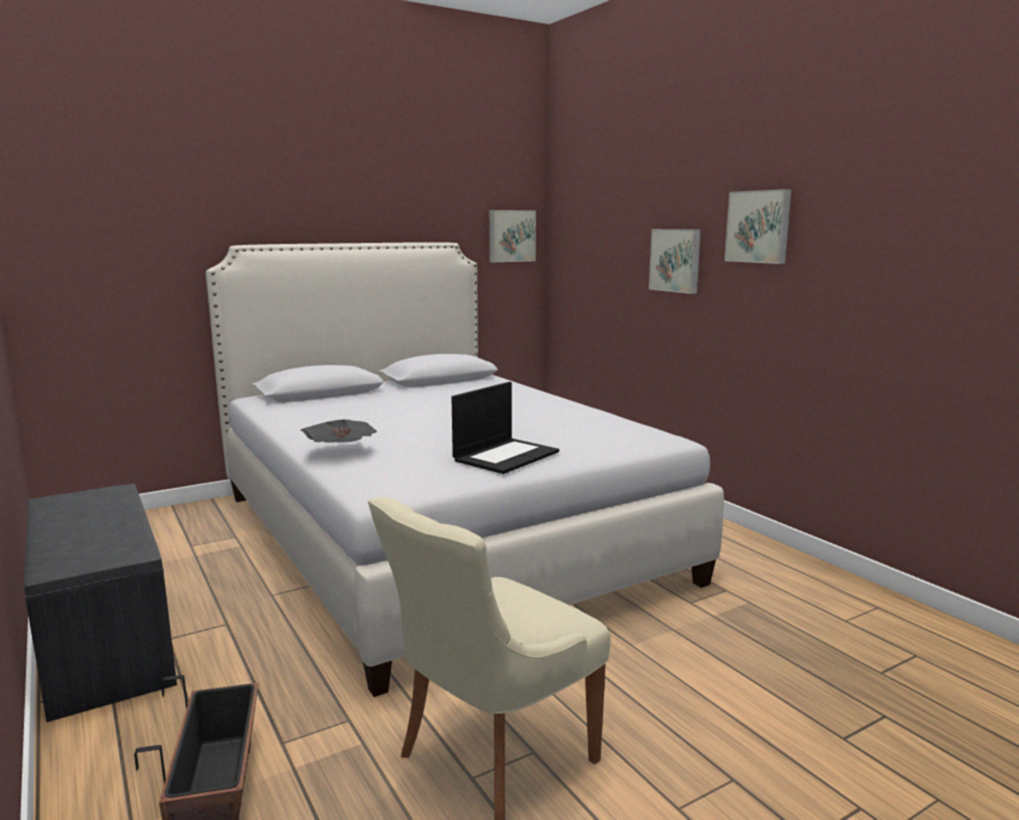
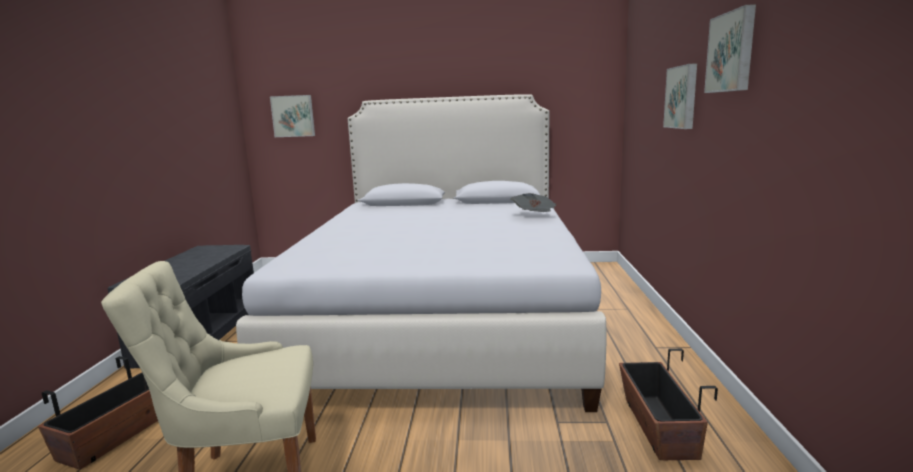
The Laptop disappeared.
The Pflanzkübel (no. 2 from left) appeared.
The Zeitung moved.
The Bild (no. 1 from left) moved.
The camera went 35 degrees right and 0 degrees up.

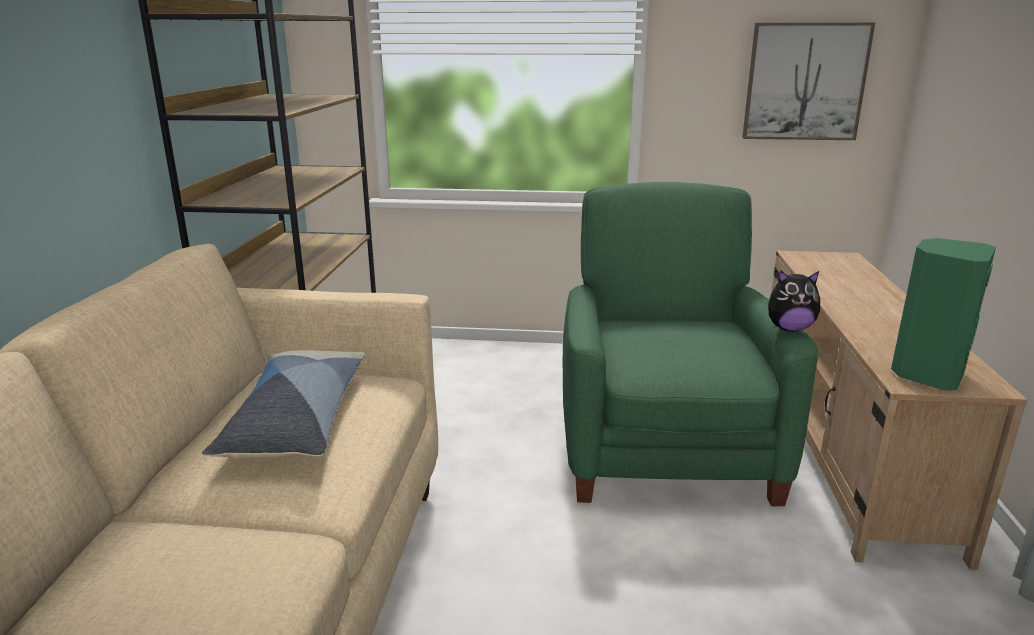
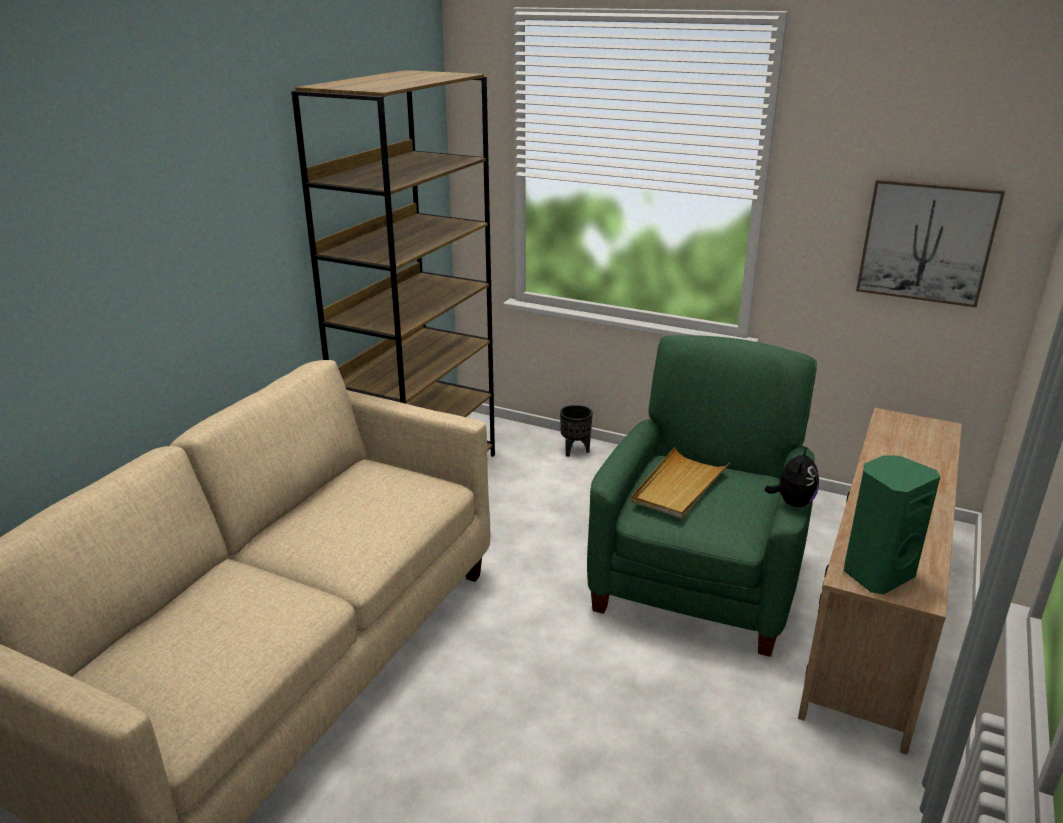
The Kissen disappeared.
The Pflanzkübel/schwarz appeared.
The Tablett/beige appeared.
The Plüschtier turned 90 degrees counterclockwise.
The camera went 20 degrees right and 5 degrees up.

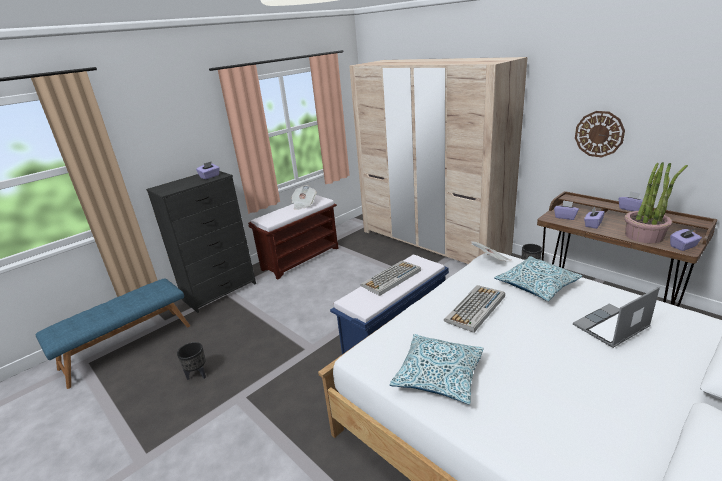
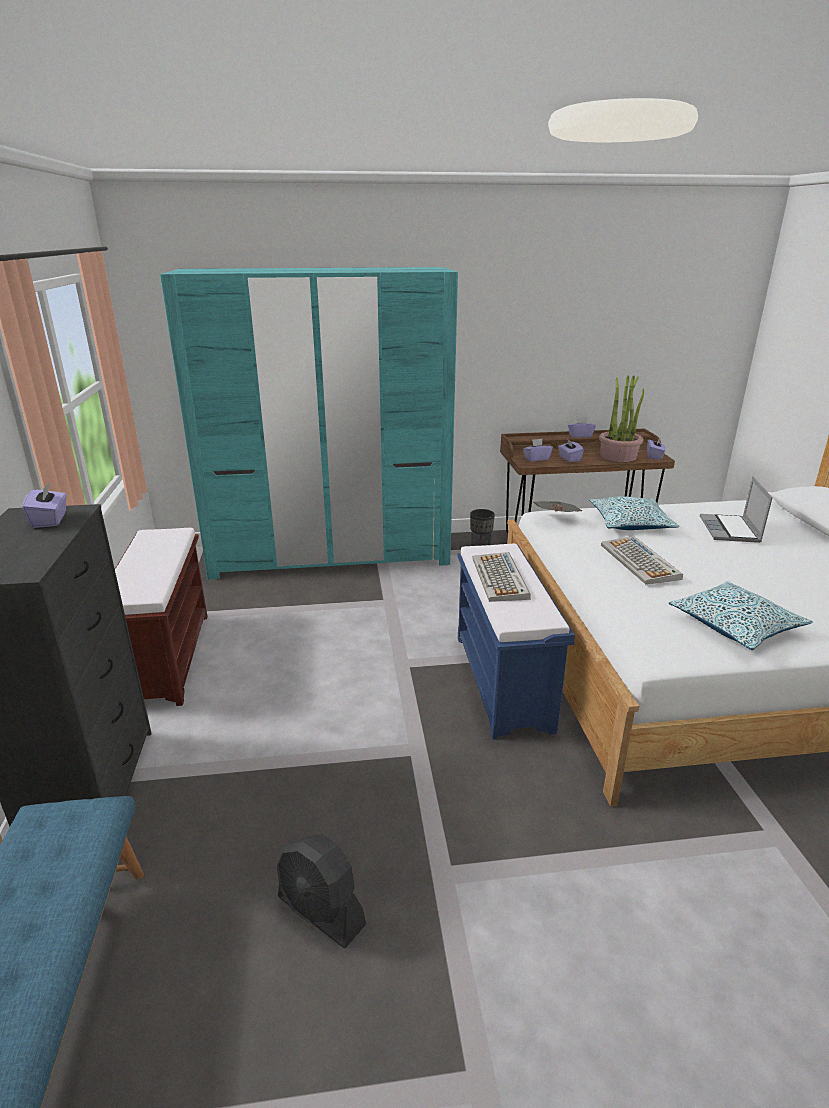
The Zeitung (no. 1 from left) disappeared.
The Wanduhr disappeared.
The Pflanzkübel/schwarz (no. 1 from left) was replaced by the Ventilator/schwarz.
The Kleiderschrank/beige became the Kleiderschrank/türkis.
The camera went 55 degrees left and 0 degrees up.

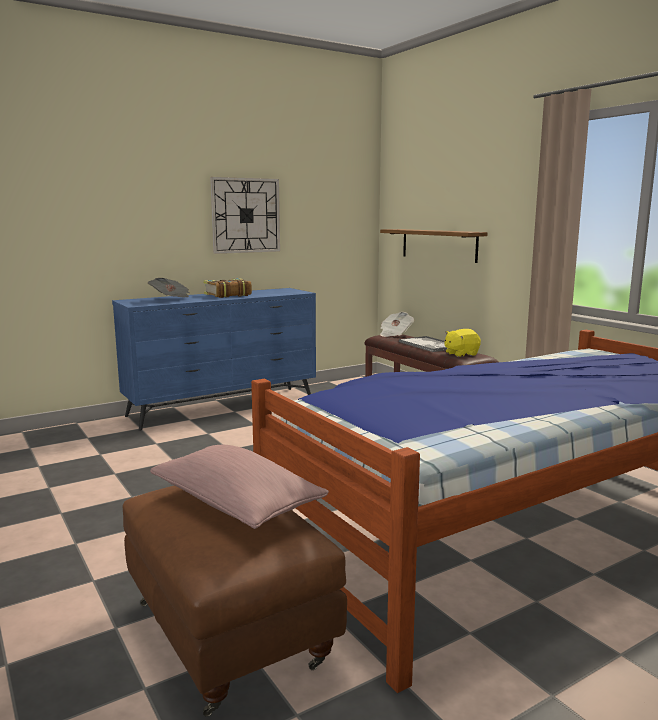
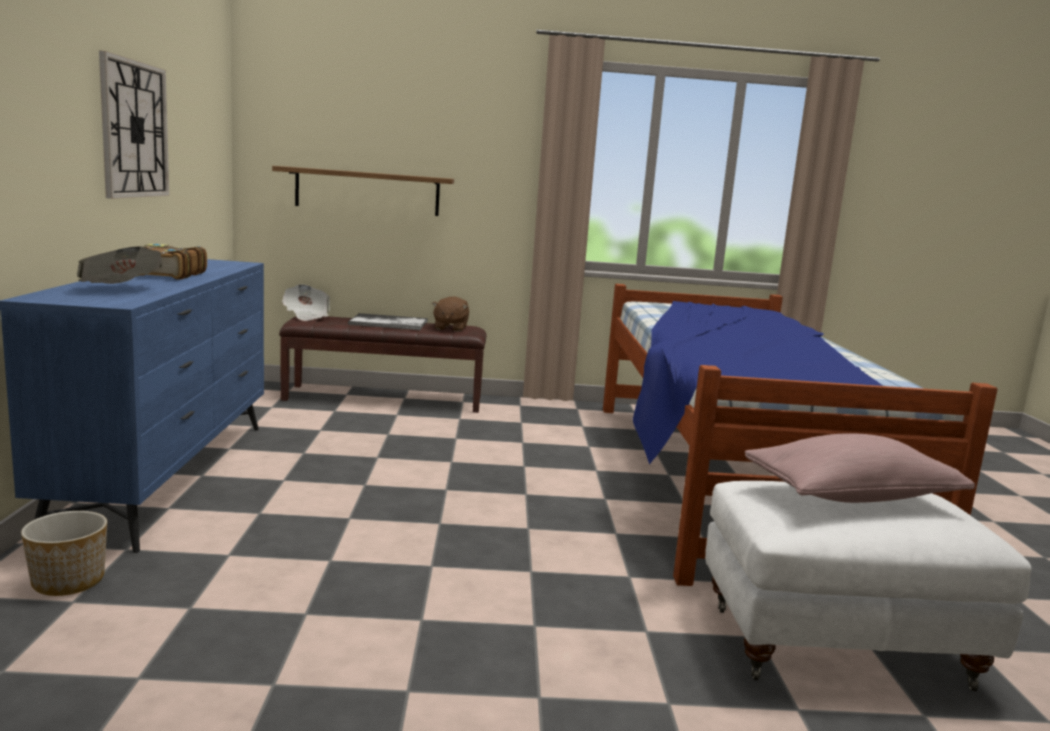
The Pflanzkübel appeared.
The Polsterhocker/braun became the Polsterhocker/weiß.
The Plüschtier/gelb became the Plüschtier/braun.
The camera went 60 degrees left and 0 degrees up.

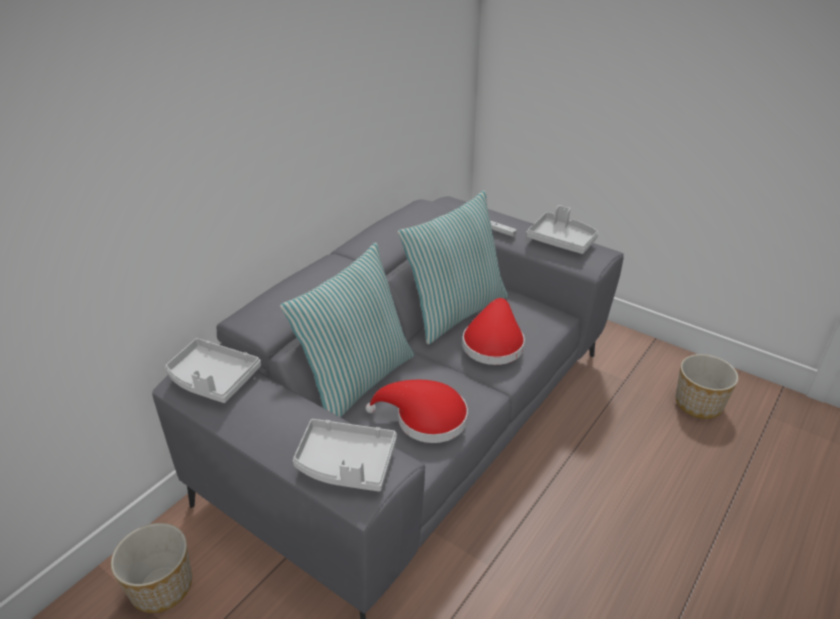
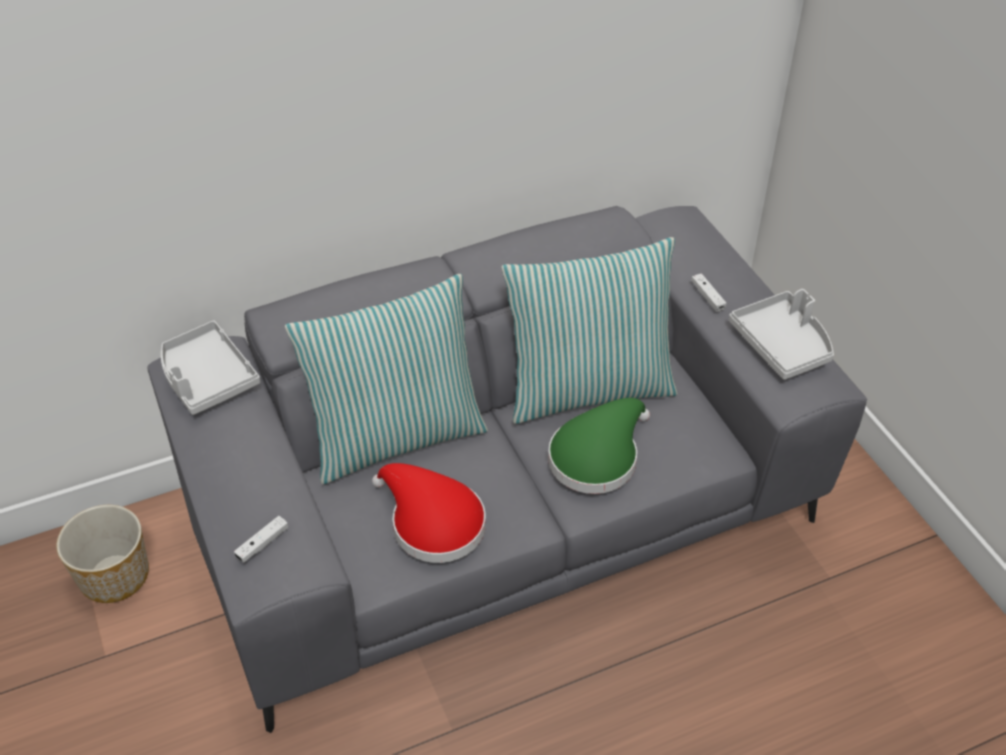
The Pflanzkübel (no. 2 from left) disappeared.
The Tablett/grau (no. 2 from left) was replaced by the Gamepad/weiß (no. 1 from left).
The Hut/rot (no. 2 from left) became the Hut/grün.
The camera went 30 degrees right and 10 degrees up.

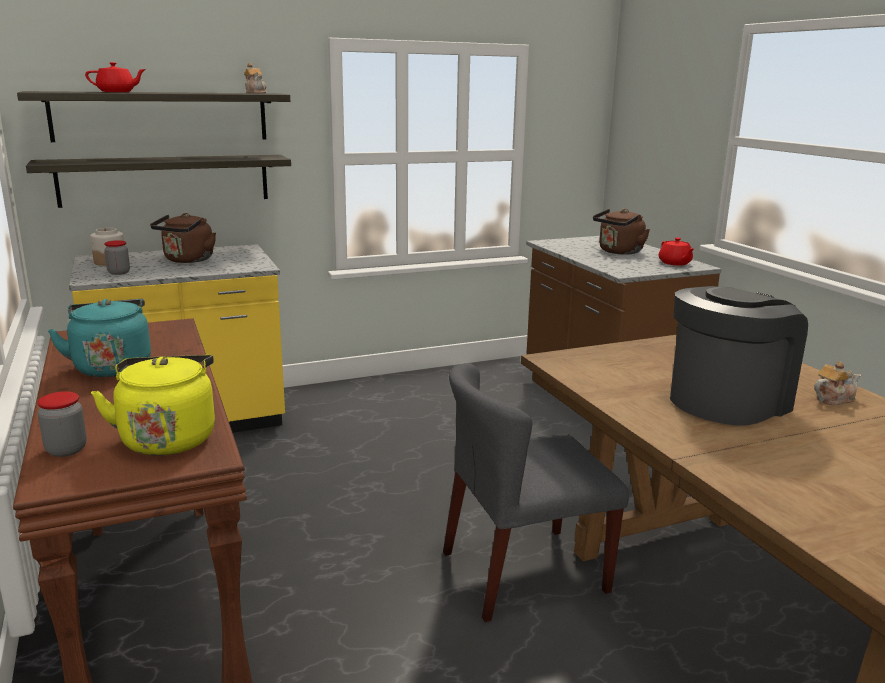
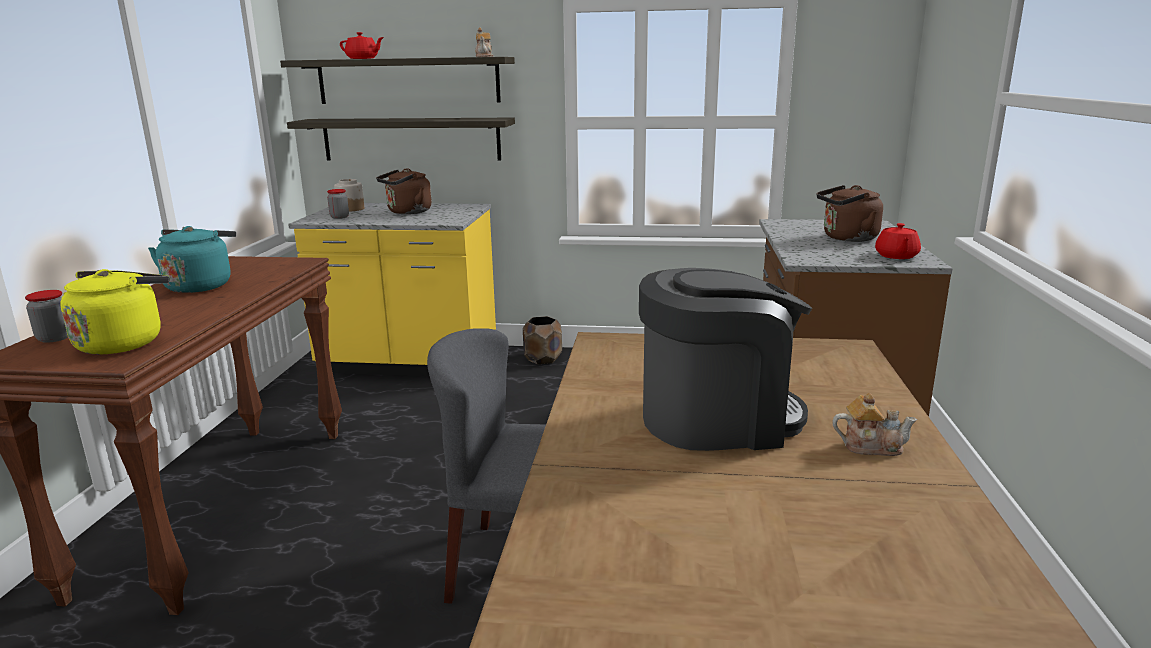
The Pflanzkübel/braun appeared.
The camera went 30 degrees right and 0 degrees up.

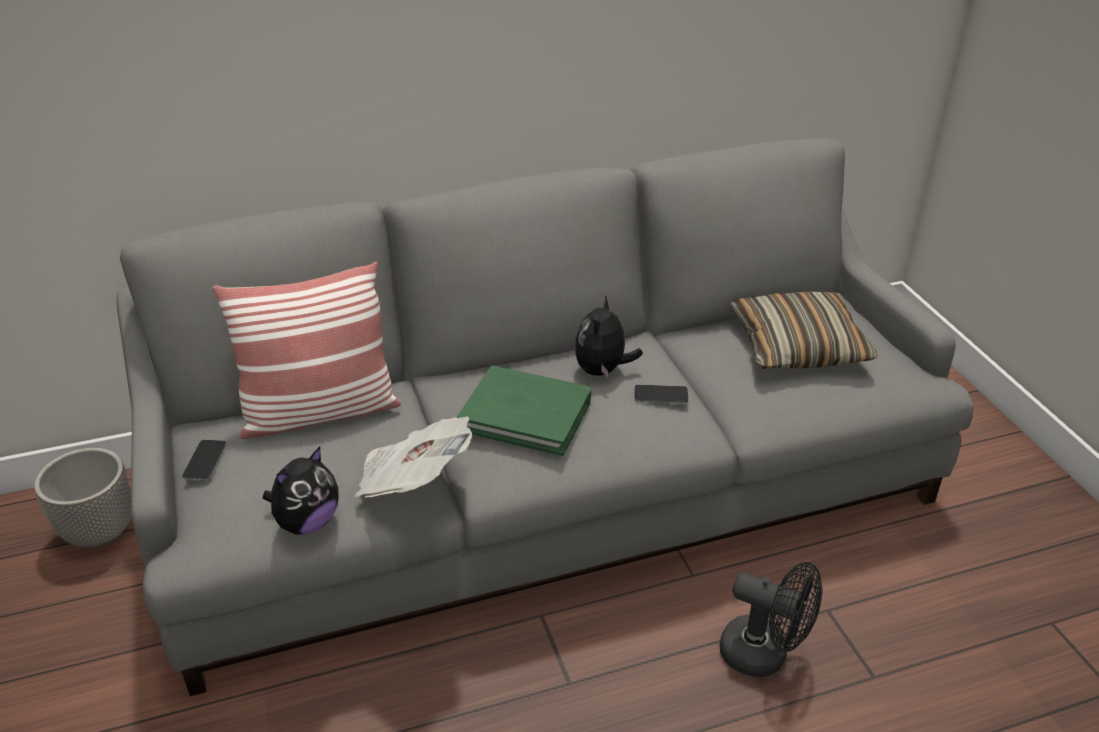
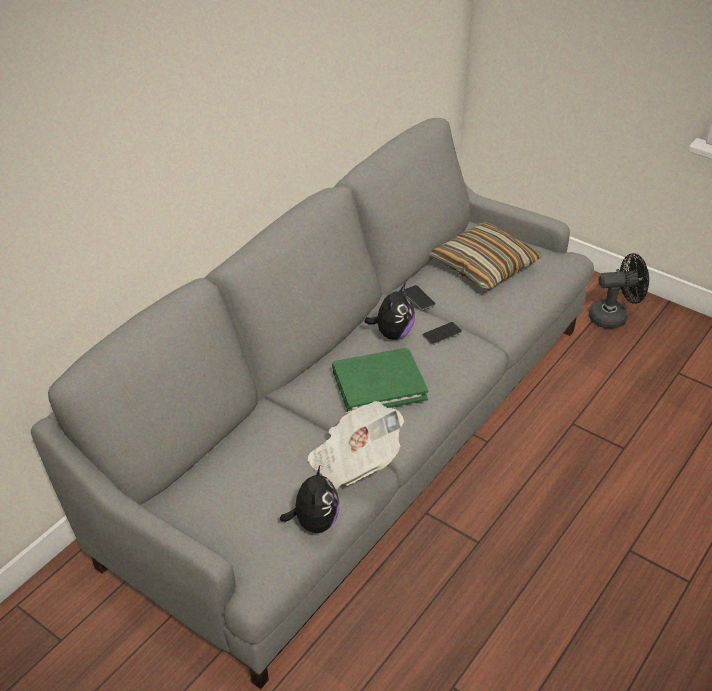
The Pflanzkübel disappeared.
The Kissen (no. 1 from left) disappeared.
The Handy (no. 1 from left) moved.
The Ventilator/schwarz moved.
The Plüschtier (no. 2 from left) turned 135 degrees counterclockwise.
The camera went 35 degrees left and 5 degrees up.

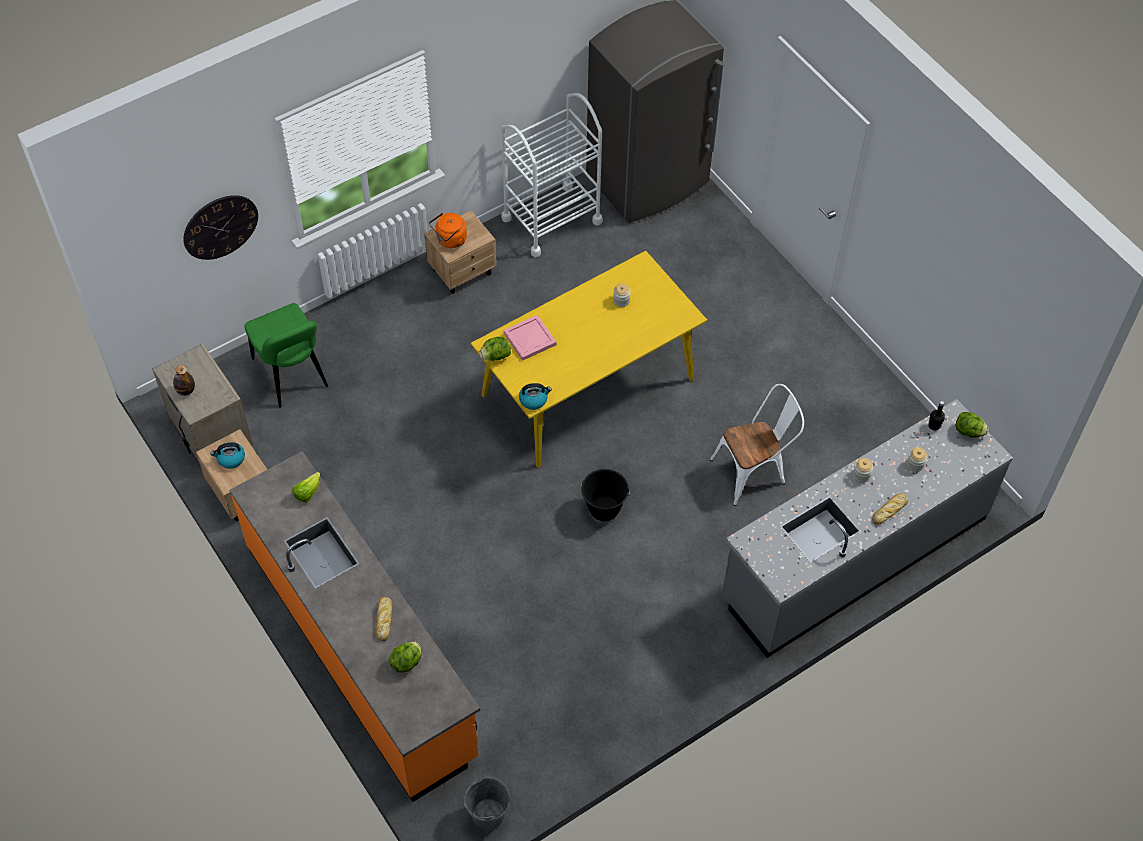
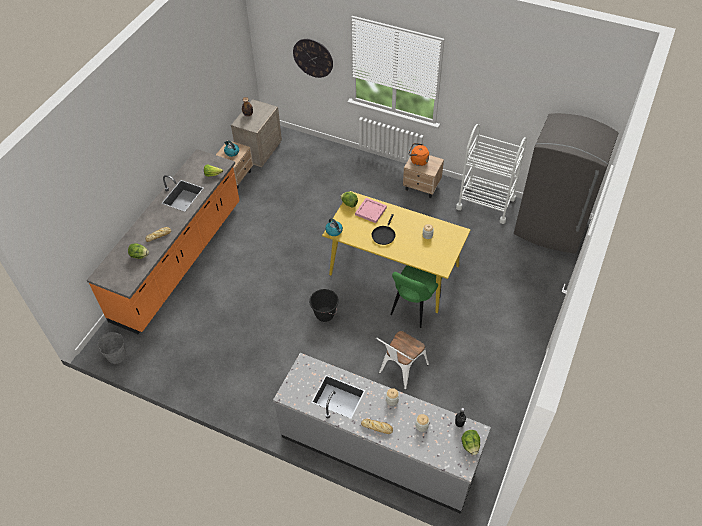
The Pfanne/schwarz appeared.
The Stuhl/grün moved.
The Stuhl/weiß turned 90 degrees clockwise.
The camera went 60 degrees right and 5 degrees down.

